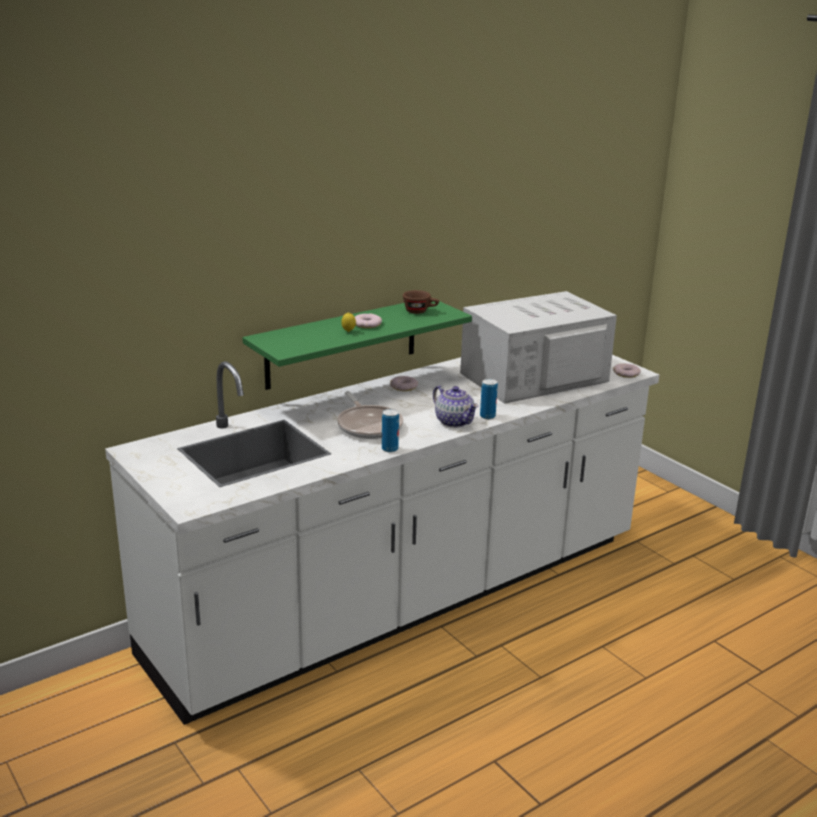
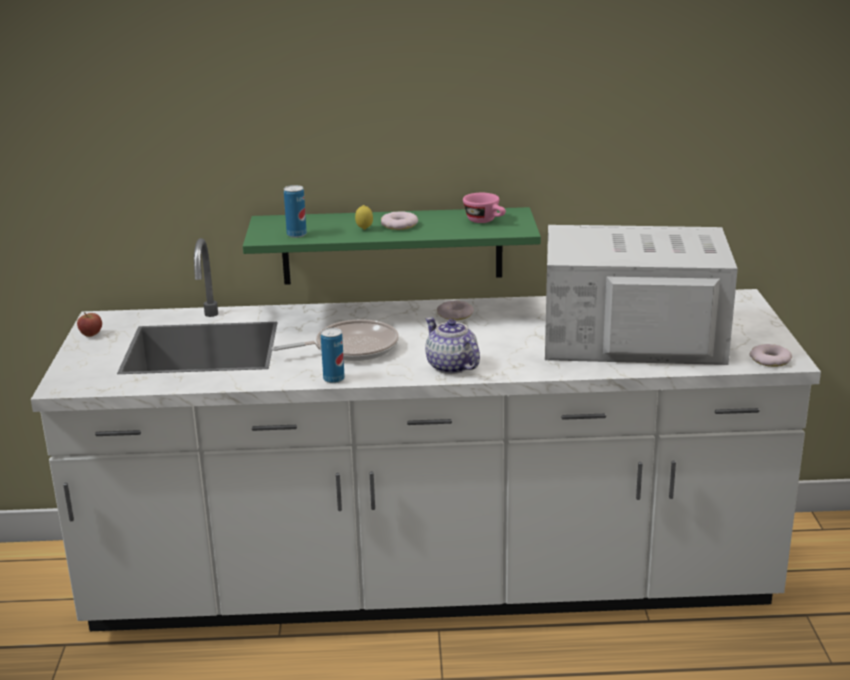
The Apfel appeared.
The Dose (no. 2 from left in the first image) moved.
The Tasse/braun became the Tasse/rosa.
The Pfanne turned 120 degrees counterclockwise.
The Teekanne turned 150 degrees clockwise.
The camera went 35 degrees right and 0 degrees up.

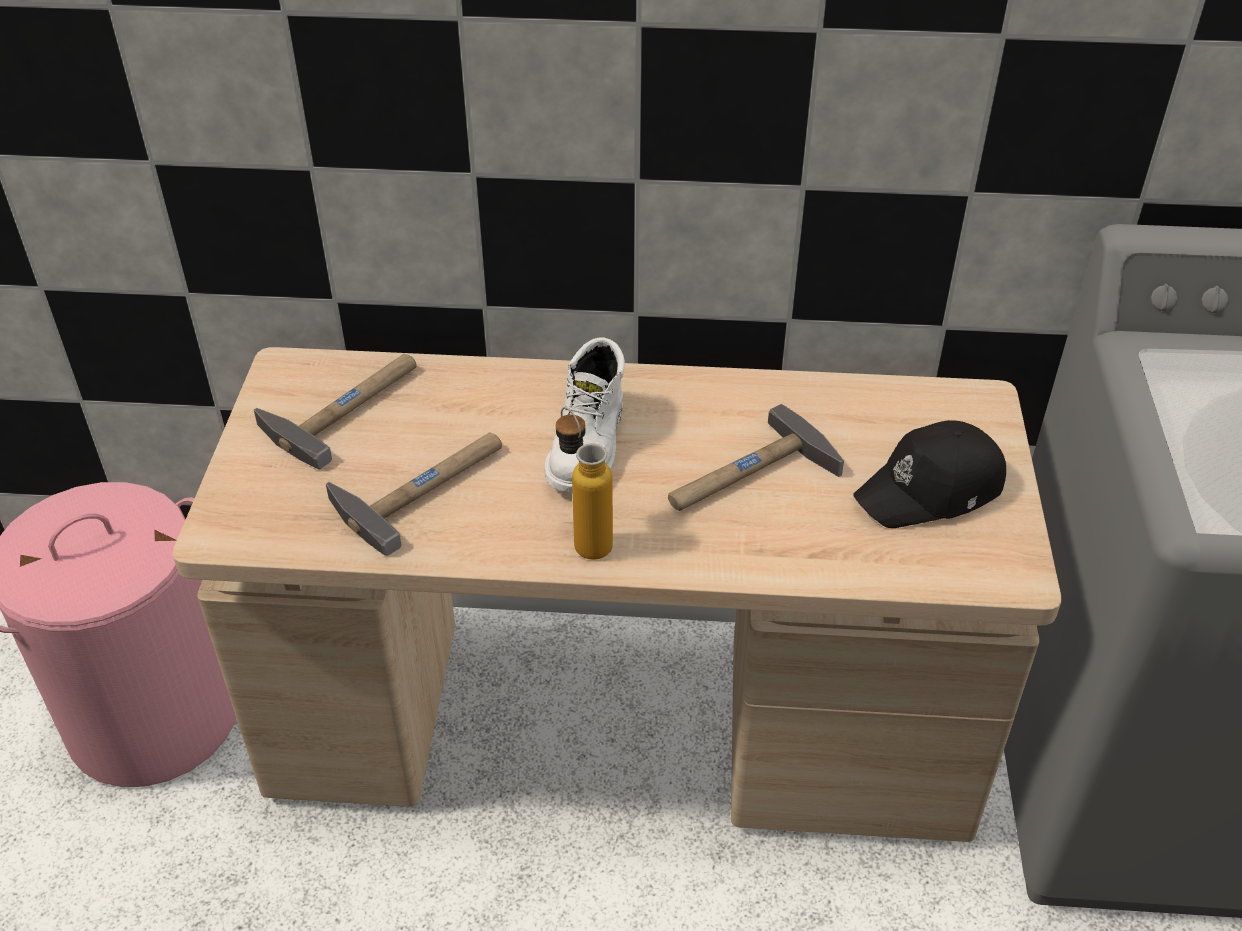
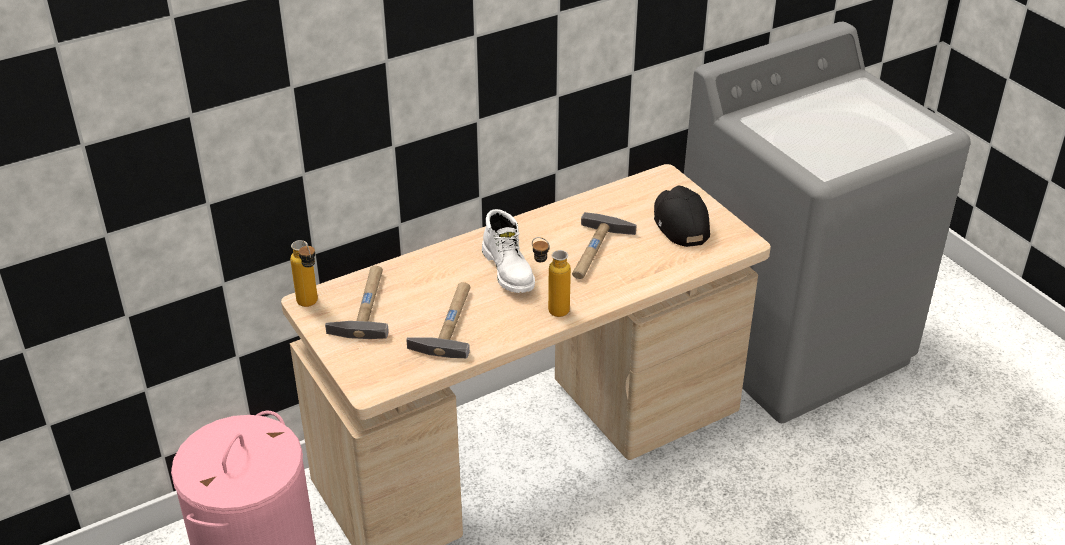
The Flasche (no. 1 from left) appeared.
The Kappe/schwarz turned 135 degrees clockwise.
The camera went 35 degrees left and 5 degrees down.

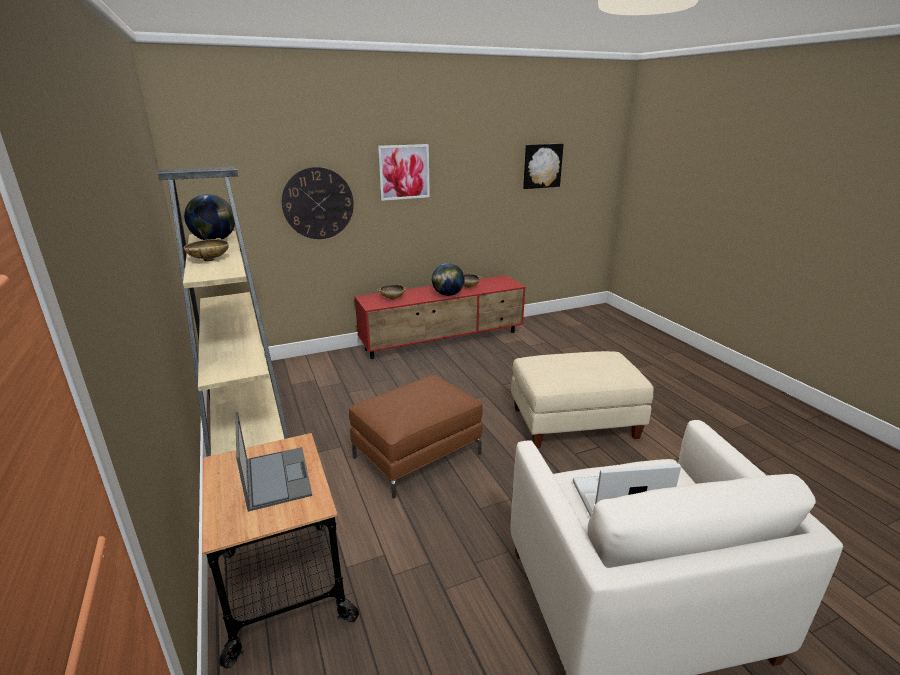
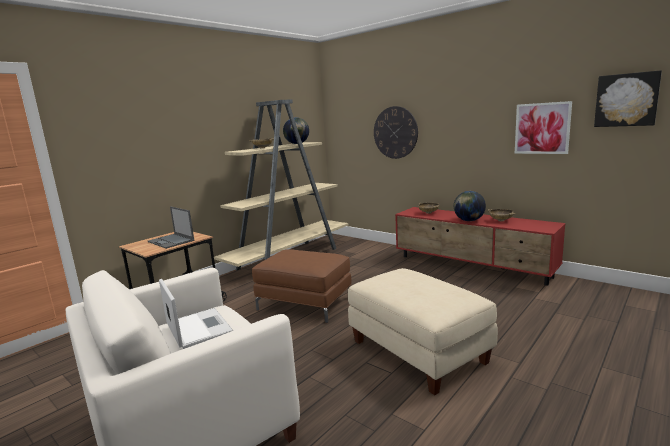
The Bild (no. 1 from left) moved.
The Laptop (no. 1 from left) turned 90 degrees clockwise.
The camera went 65 degrees right and 10 degrees down.

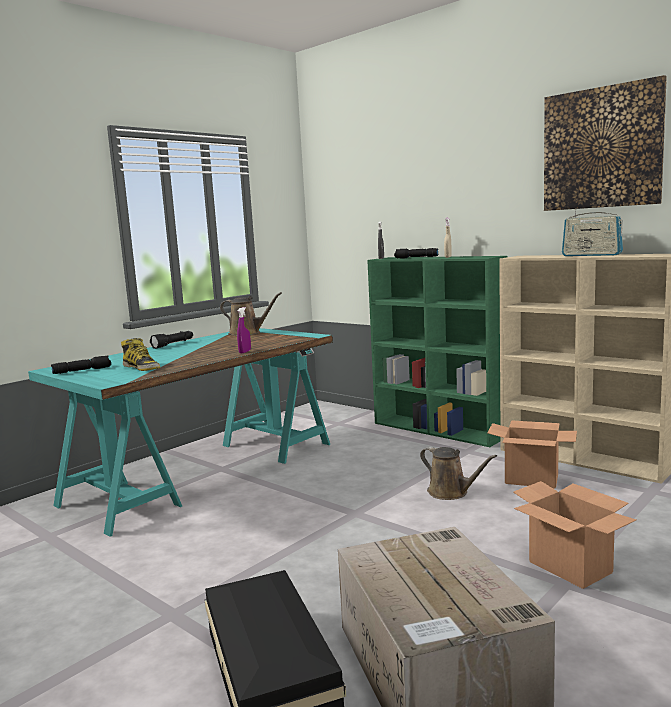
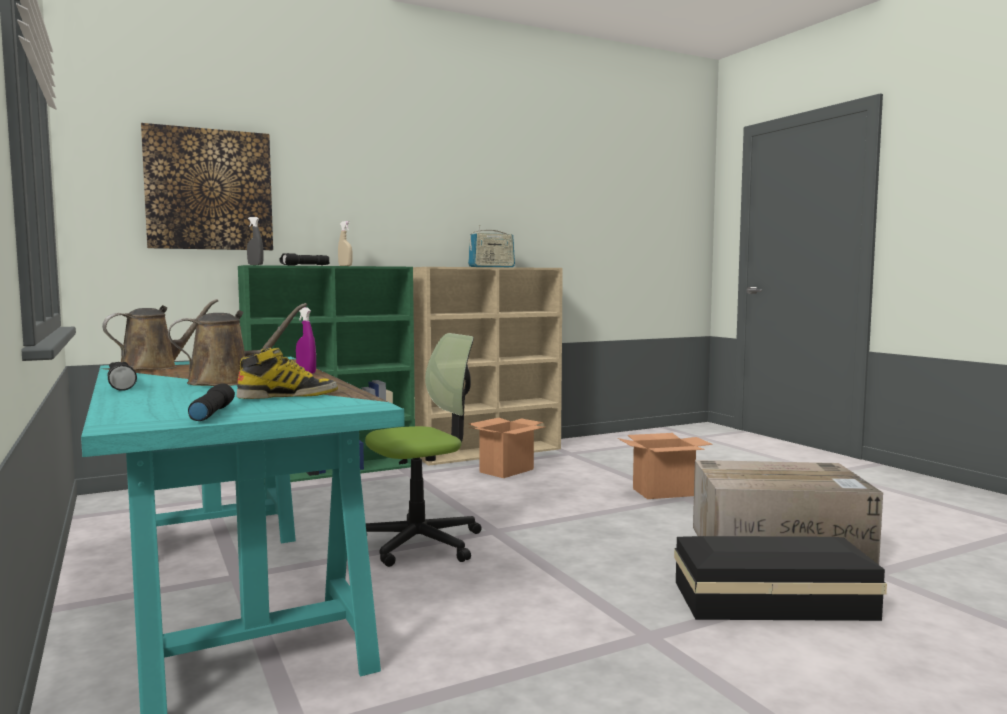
The Bürostuhl appeared.
The Gießkanne/braun (no. 2 from left) moved.
The Bild moved.
The camera went 70 degrees left and 5 degrees down.

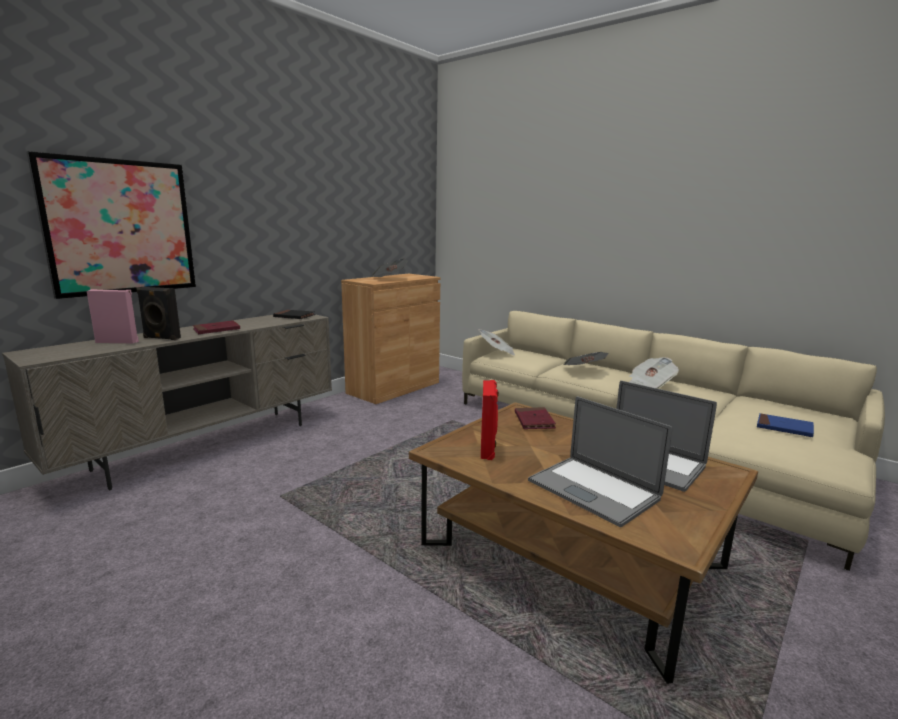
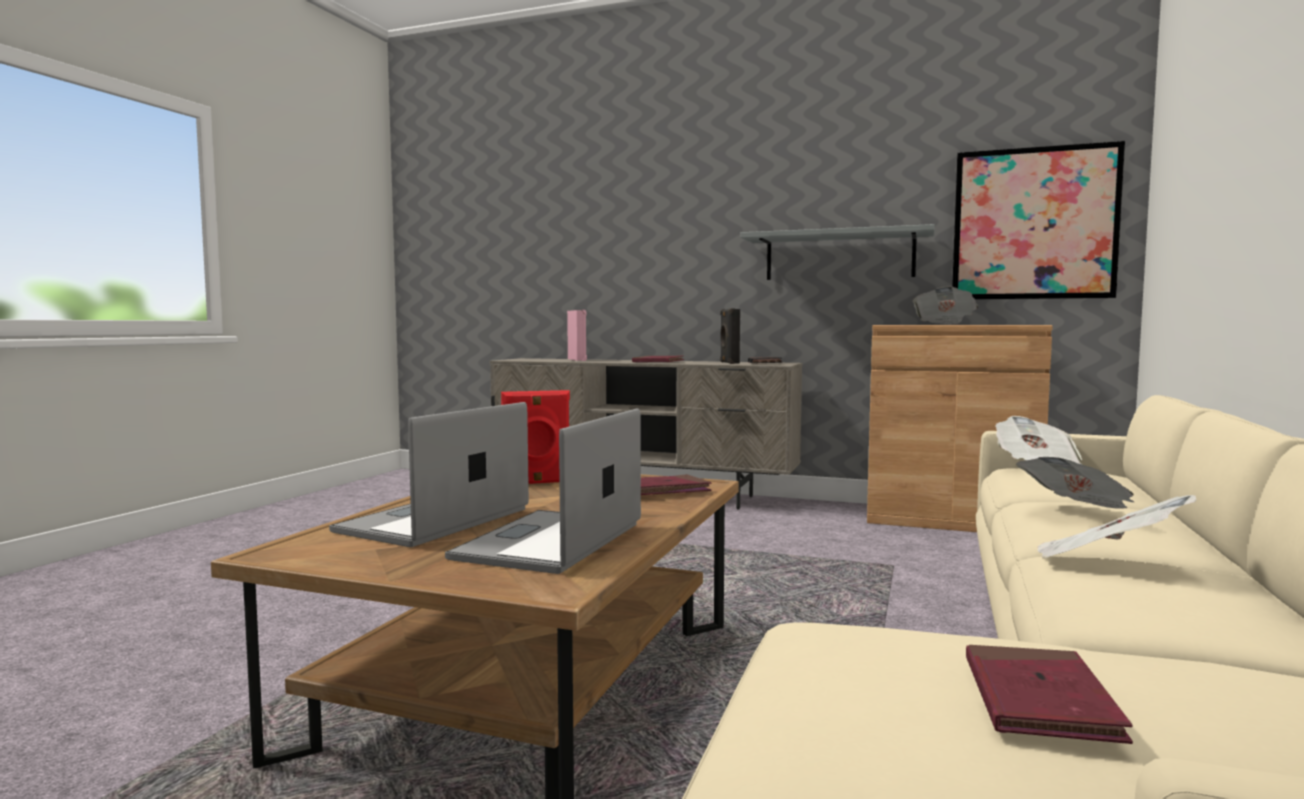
The Wandregal/grau appeared.
The Bild moved.
The Lautsprecher/schwarz moved.
The Buch/blau became the Buch/rot (no. 3 from left).
The camera went 70 degrees right and 10 degrees down.

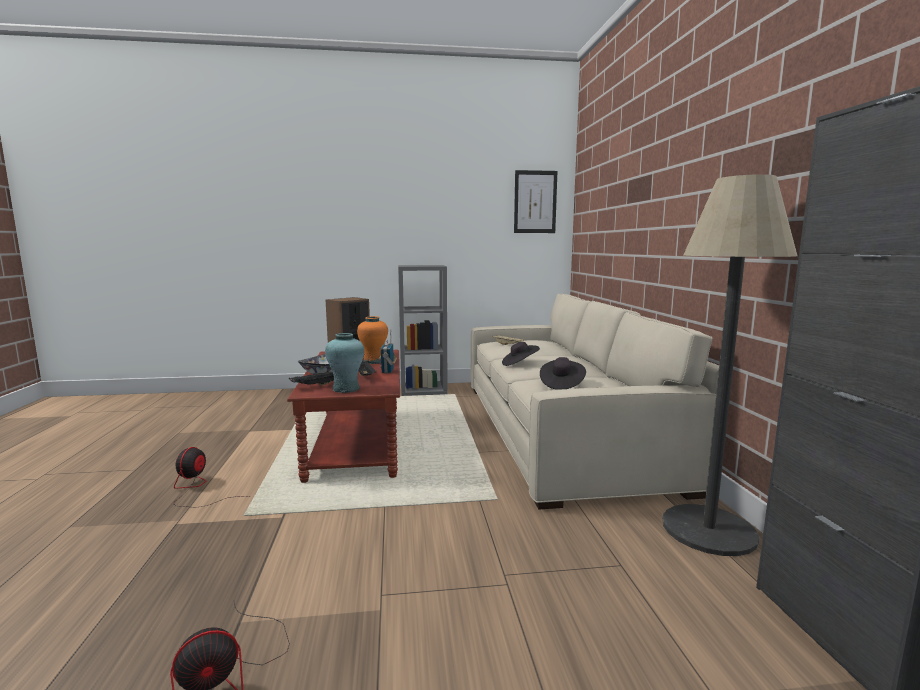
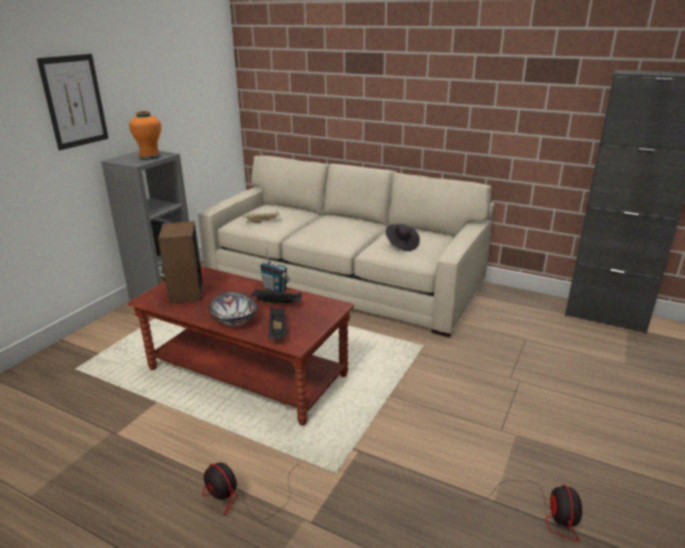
The Vase/türkis disappeared.
The Hut/schwarz (no. 1 from left) disappeared.
The Stehlampe disappeared.
The Vase/orange moved.
The Bild moved.
The camera went 55 degrees left and 15 degrees up.

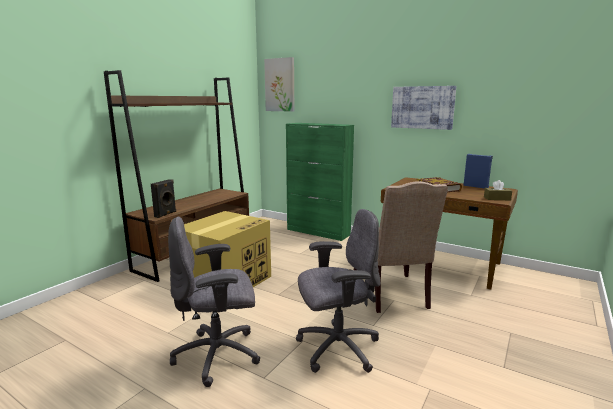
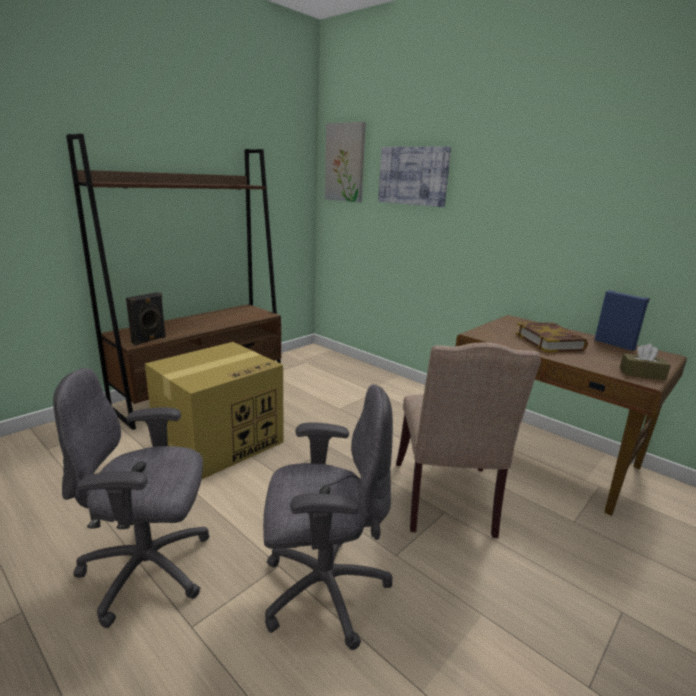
The Schrank/grün disappeared.
The Bild (no. 2 from left) moved.
The camera went 10 degrees right and 5 degrees up.

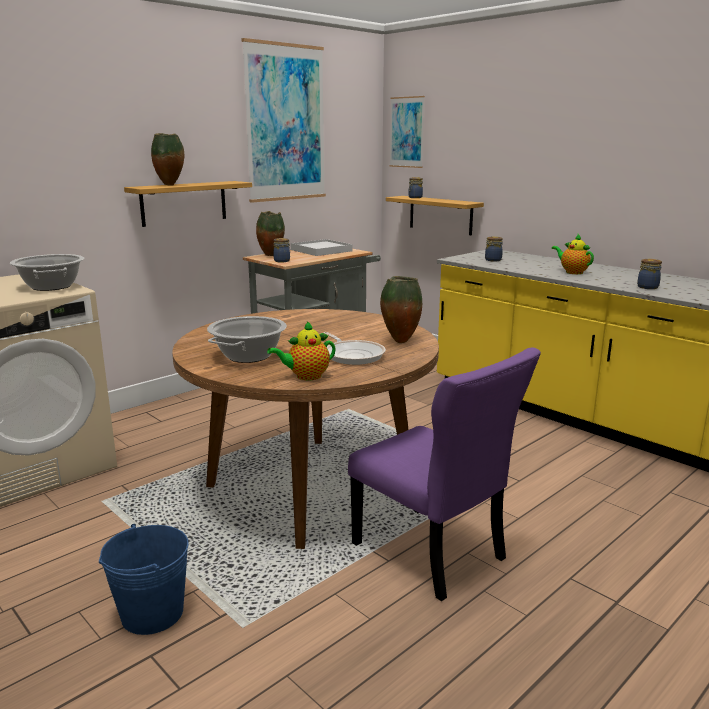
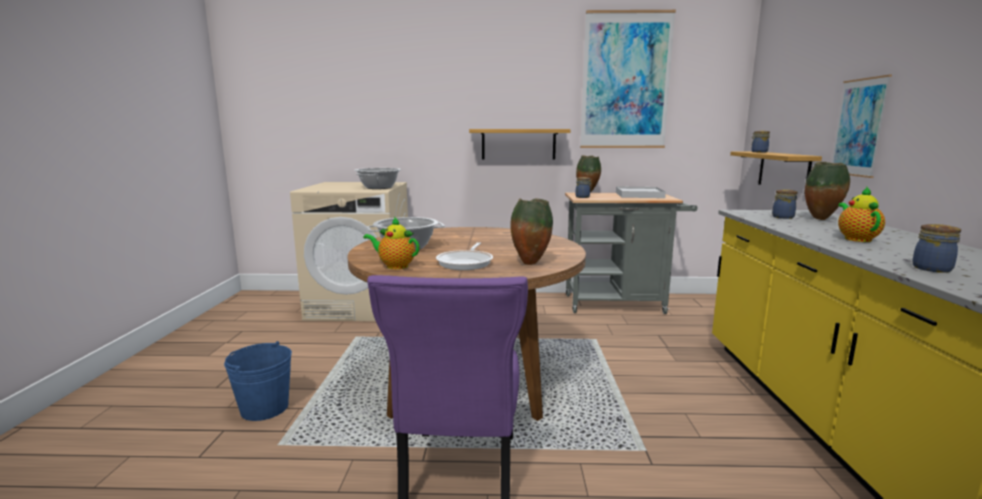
The Vase (no. 1 from left in the first image) moved.
The Bild (no. 2 from left) moved.
The camera went 45 degrees right and 5 degrees down.

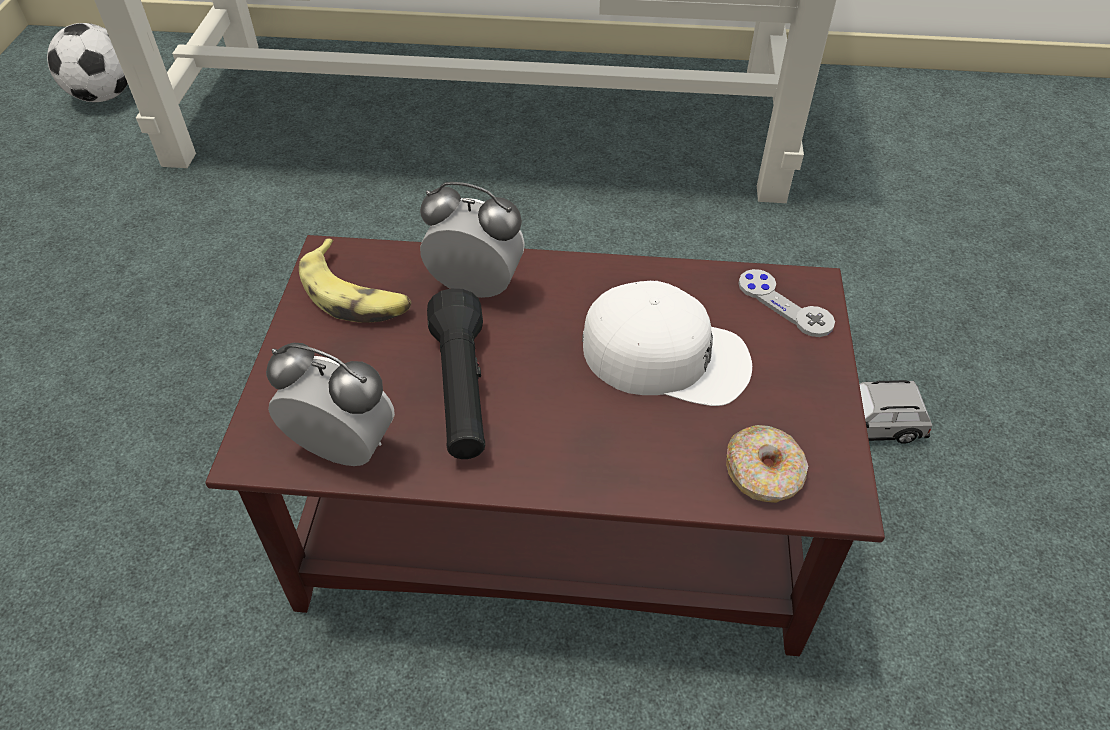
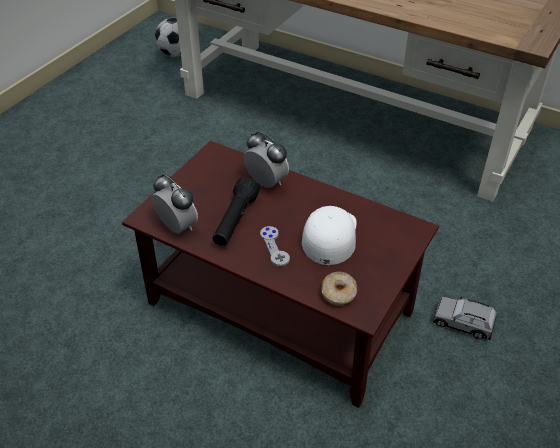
The Banane disappeared.
The Gamepad/grau moved.
The Kappe/weiß turned 120 degrees counterclockwise.
The camera went 25 degrees right and 5 degrees down.

